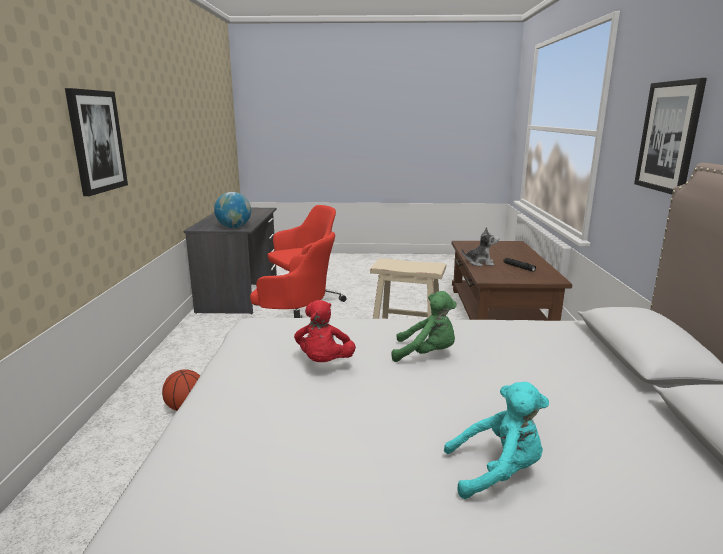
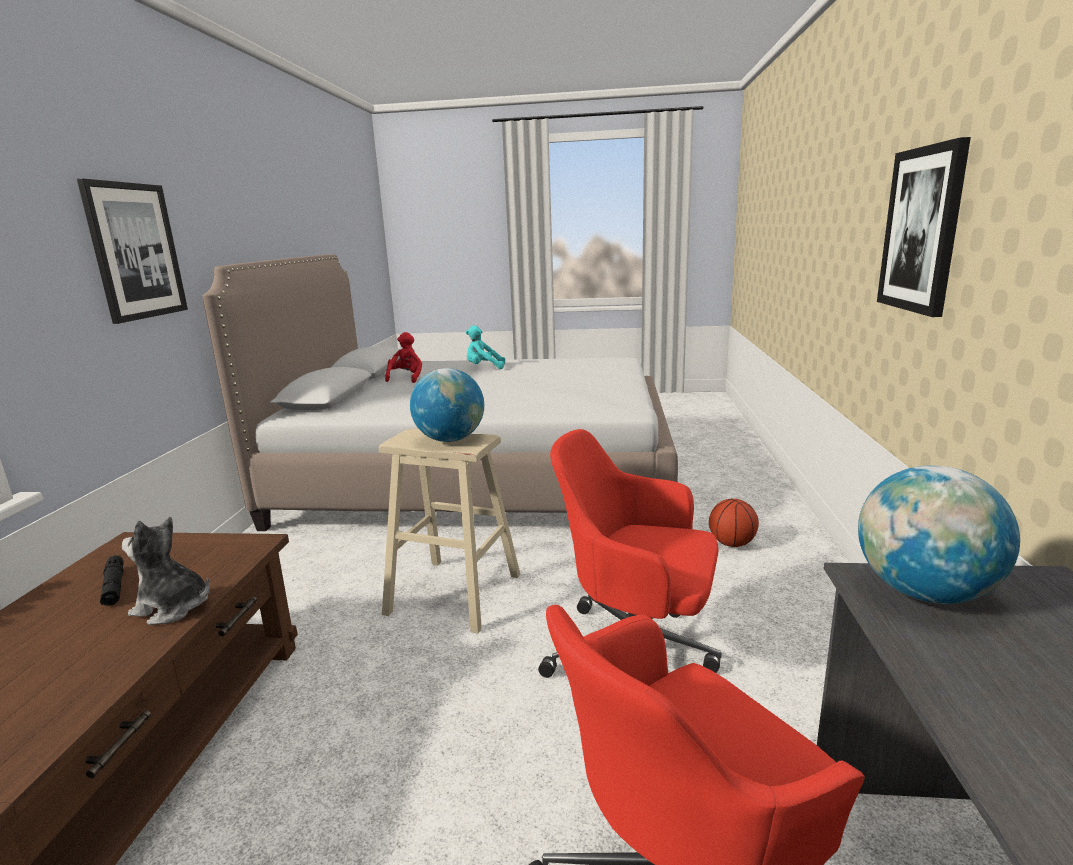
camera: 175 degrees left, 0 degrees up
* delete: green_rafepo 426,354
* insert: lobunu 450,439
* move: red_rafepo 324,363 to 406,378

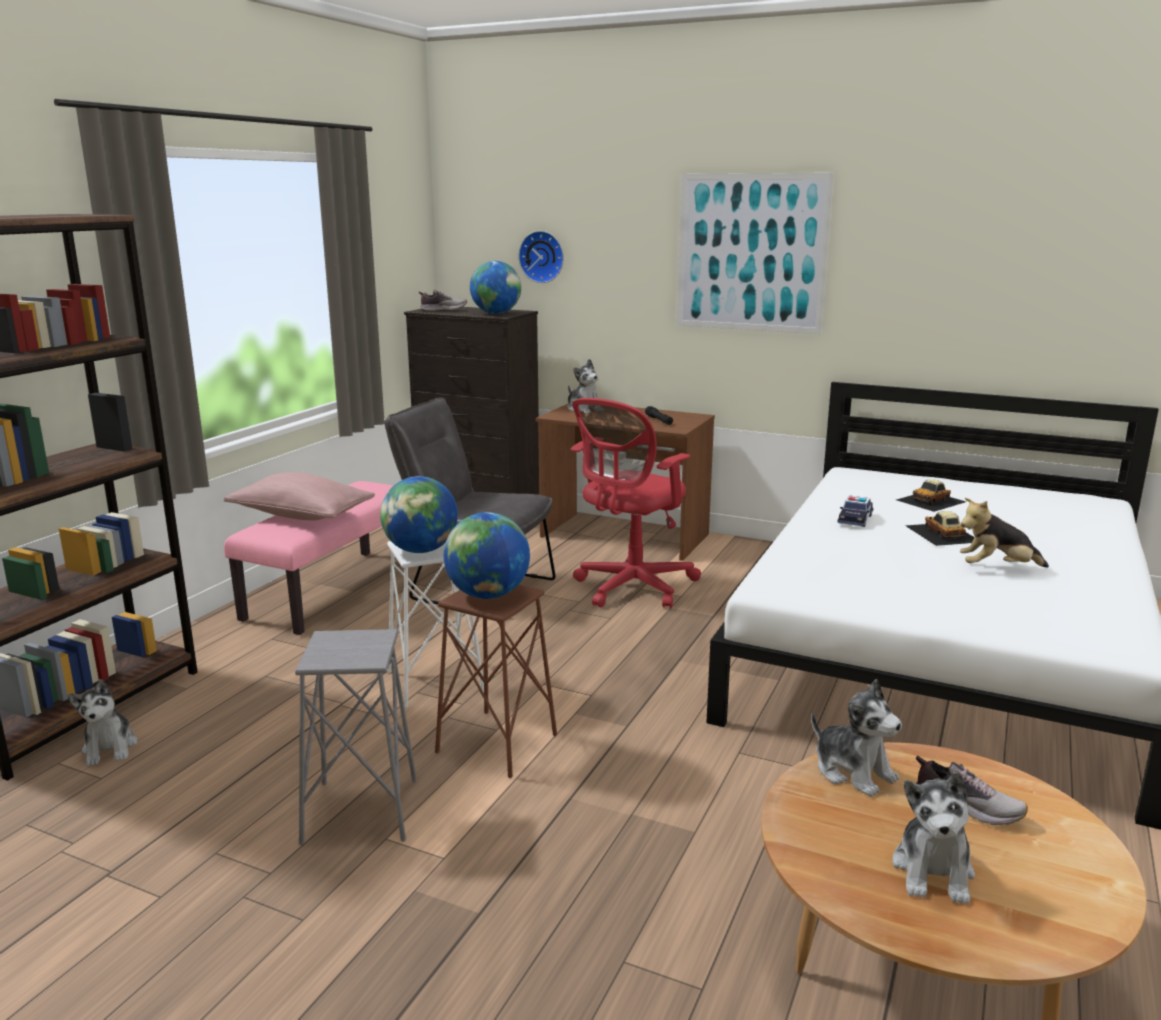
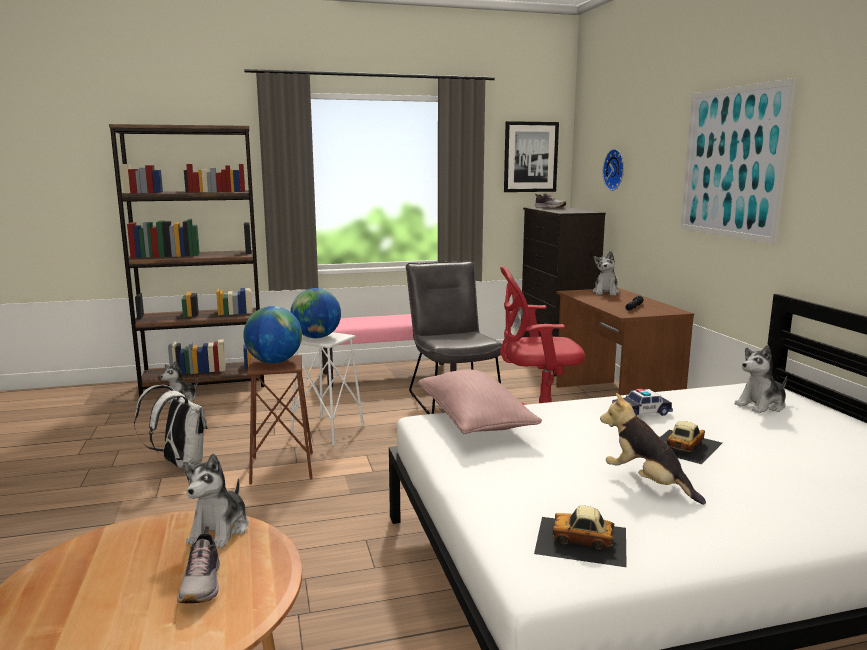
camera: 50 degrees right, 5 degrees down
* delete: lobunu 496,313
* insert: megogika 530,157
* move: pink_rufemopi 301,516 to 474,421
* move: rafepo 933,871 to 761,405
* move: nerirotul 931,500 to 582,540
* replace: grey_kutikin 361,811 to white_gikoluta 179,463

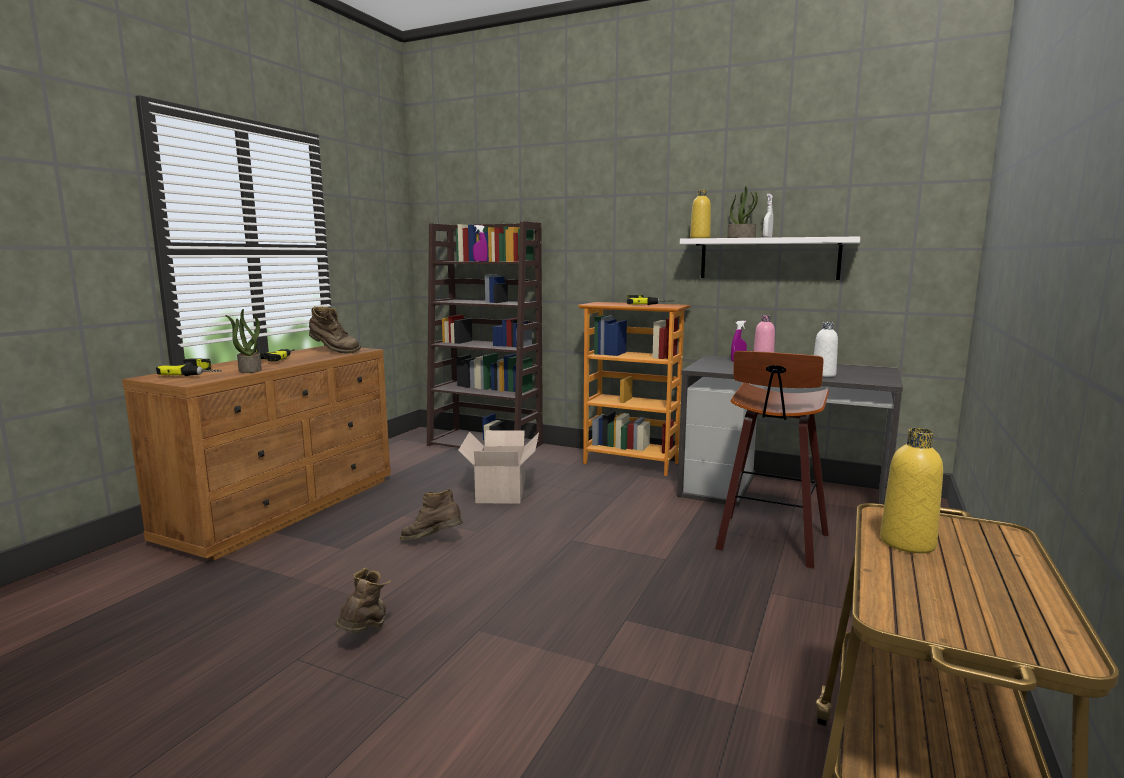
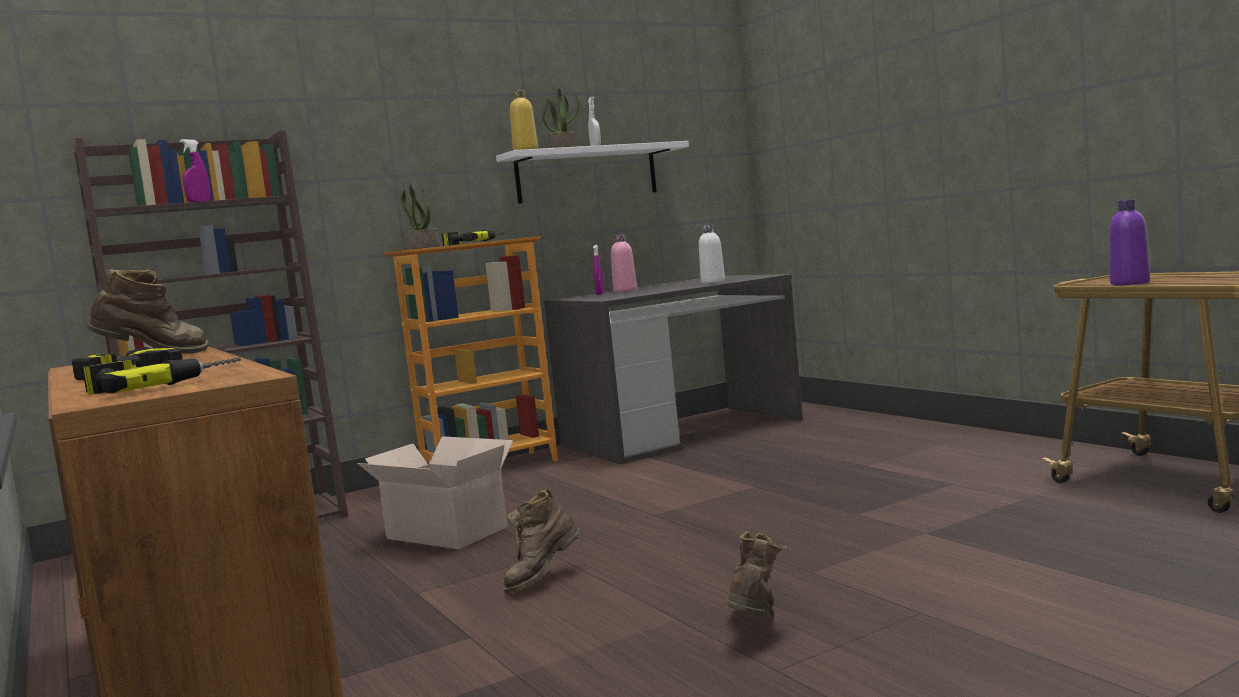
camera: 55 degrees left, 5 degrees down
* delete: kutikin 770,542
* move: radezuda 249,370 to 421,248
* recolor: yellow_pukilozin 907,543 to purple_pukilozin 1130,283
* rotate: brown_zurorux 366,633 = 754,628 60 degrees clockwise

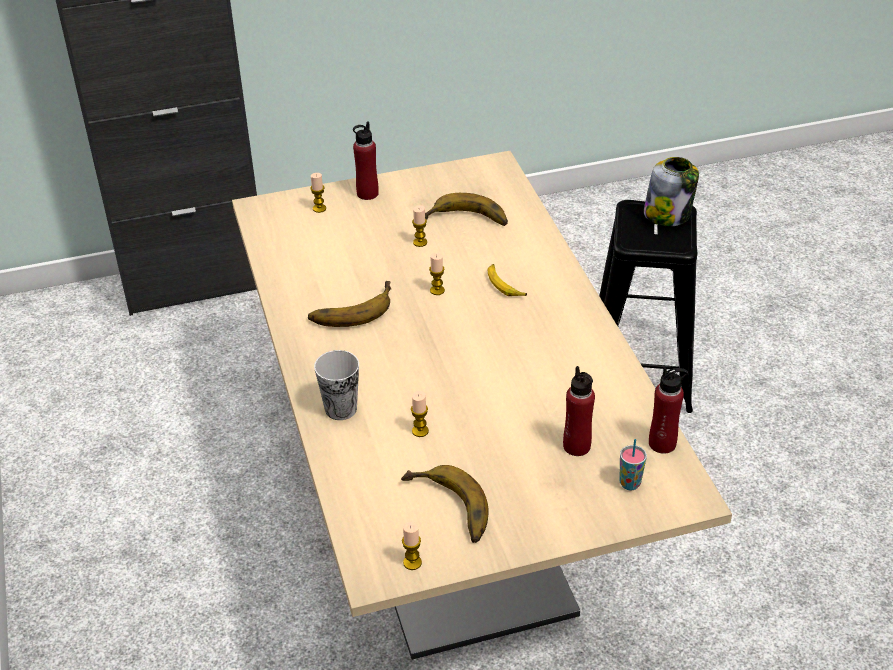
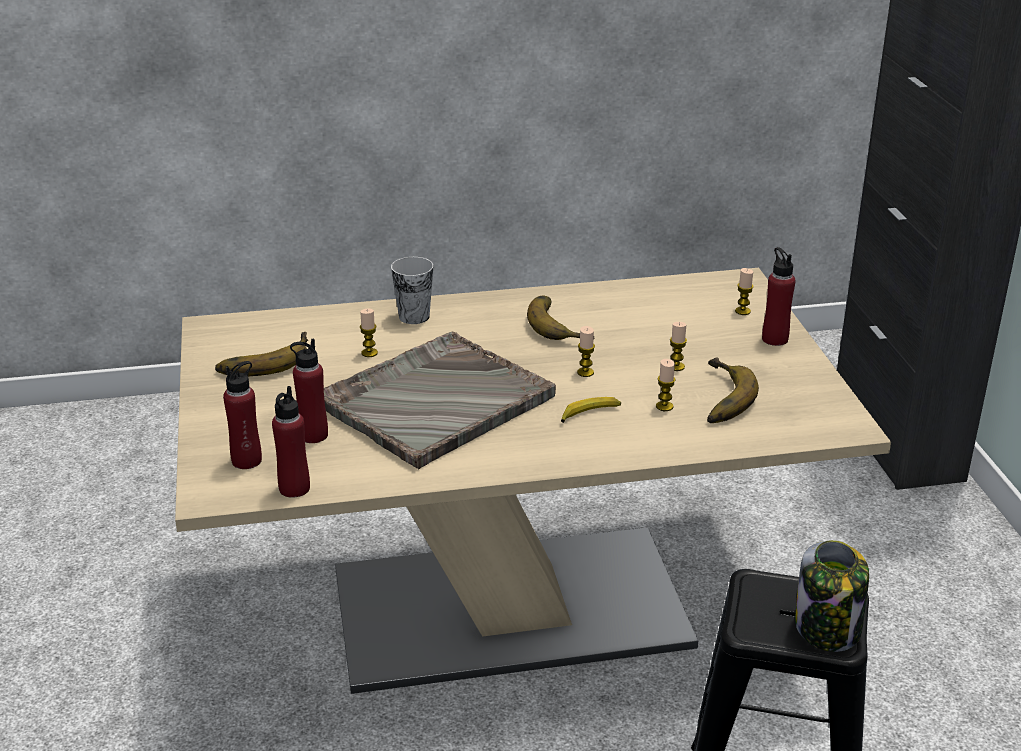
camera: 95 degrees right, 10 degrees down
* insert: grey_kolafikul 434,402
* move: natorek 412,562 to 664,406
* replace: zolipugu 630,484 to red_pukilozin 247,460

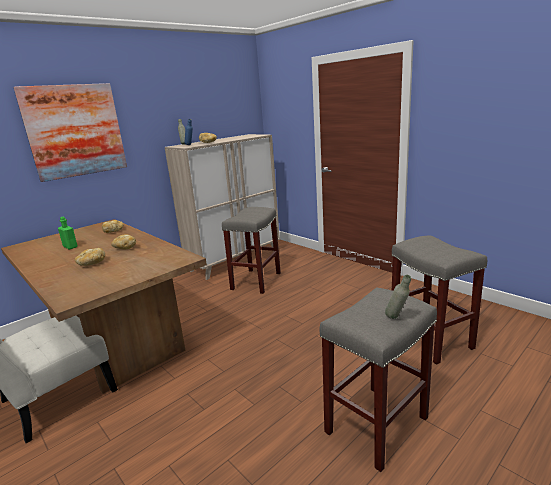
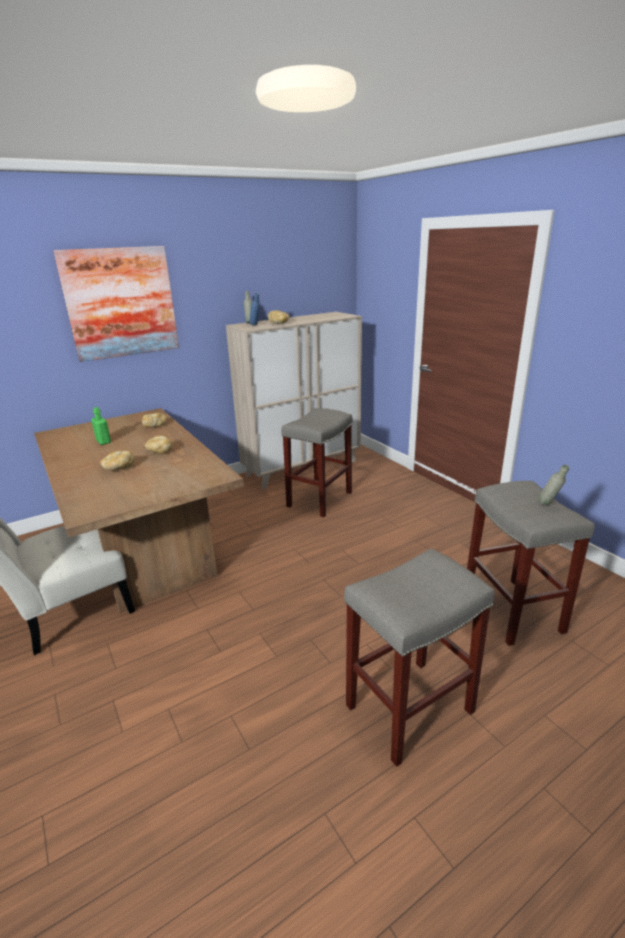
camera: 10 degrees right, 5 degrees up
* move: grey_pukilozin 397,319 to 549,505

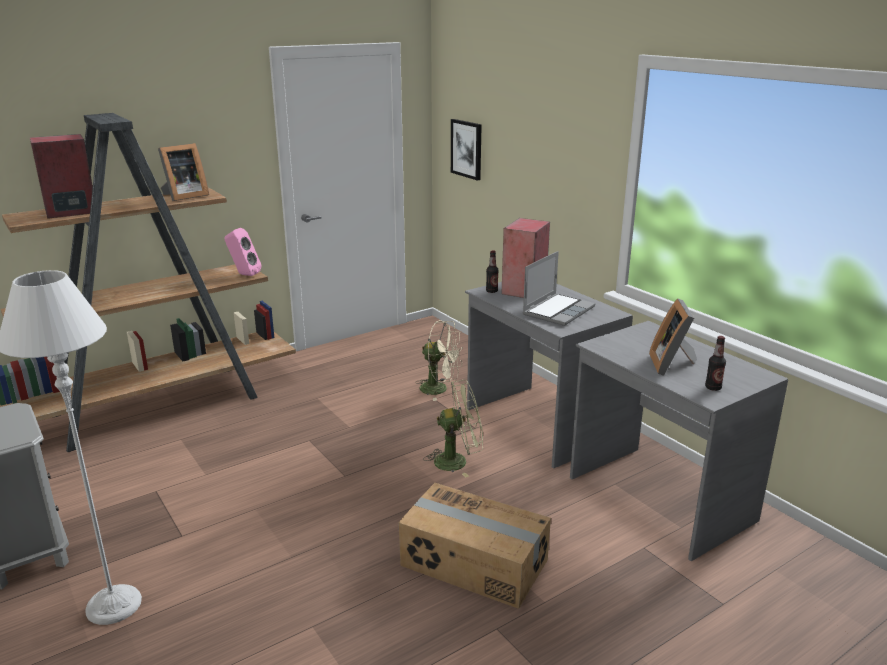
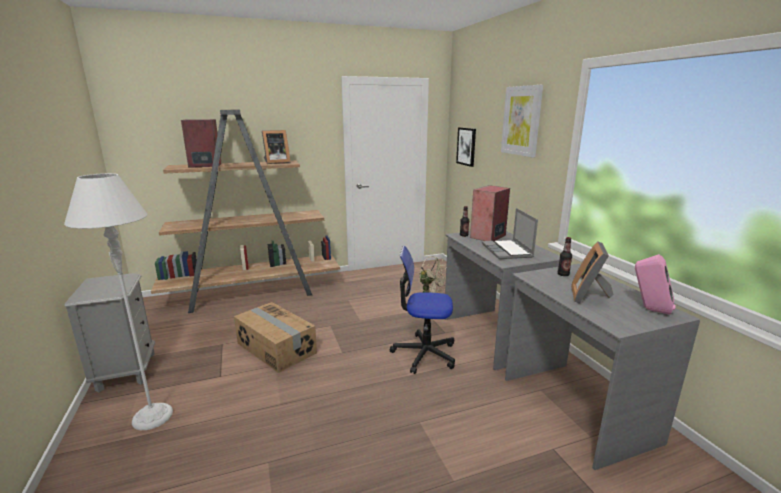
camera: 15 degrees right, 5 degrees down
* insert: megogika 521,121
* move: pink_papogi 244,274 to 649,309
* move: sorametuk 474,563 to 276,348
* move: pukilozin 713,387 to 563,274
* replace: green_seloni 457,461 to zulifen 424,354
* rotate: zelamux 558,310 = 507,251 120 degrees clockwise

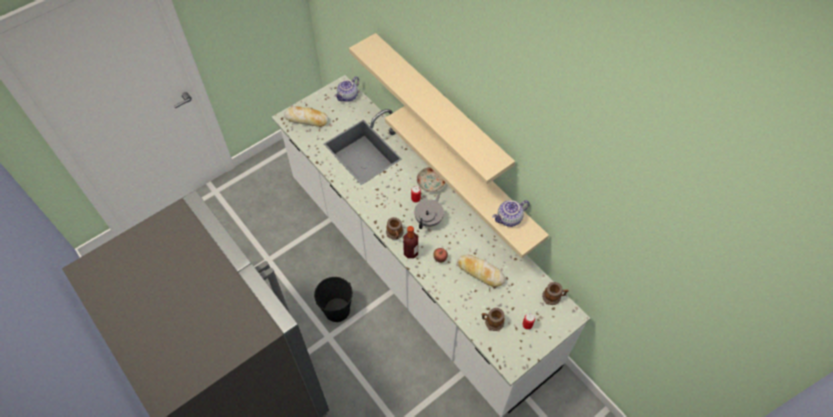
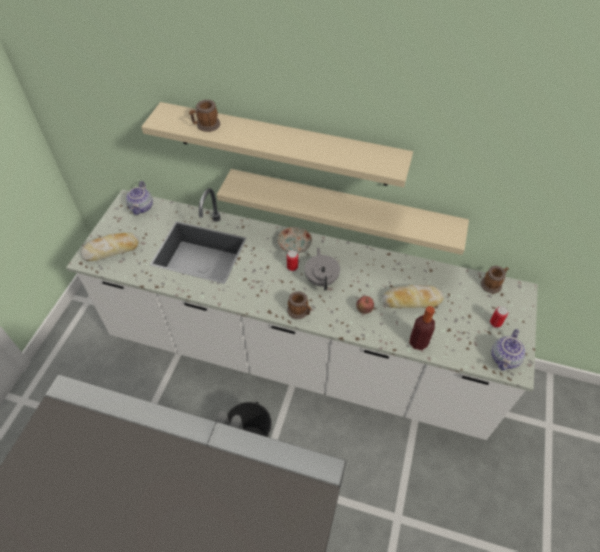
camera: 35 degrees left, 5 degrees down
* move: pukilozin 411,252 to 418,342
* move: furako 492,322 to 206,125
* move: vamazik 509,219 to 505,359

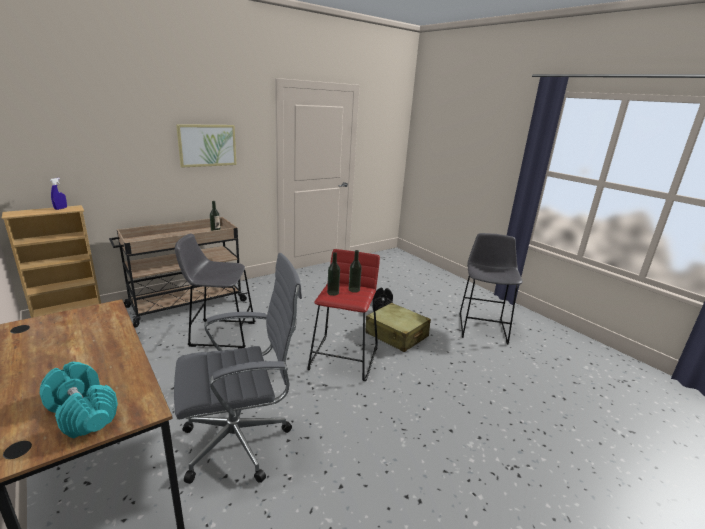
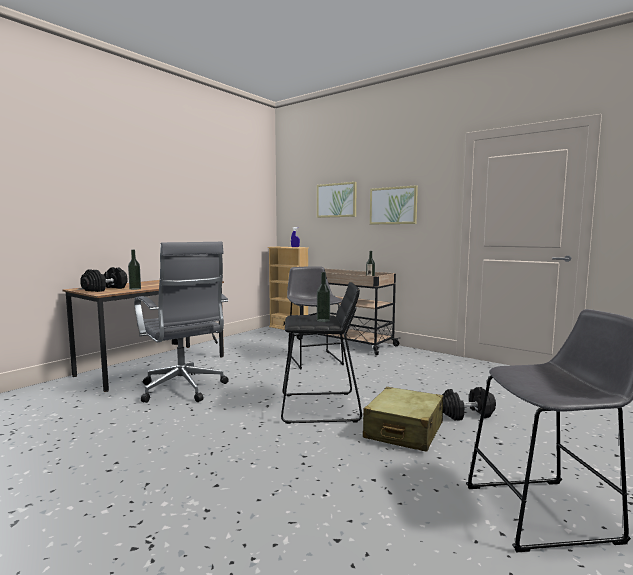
camera: 75 degrees right, 15 degrees down
* insert: megogika 336,200
* move: pukilozin 333,293 to 135,289
* recolor: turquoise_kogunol 83,412 to black_kogunol 105,289
* recolor: red_kutikin 344,358 to black_kutikin 319,408

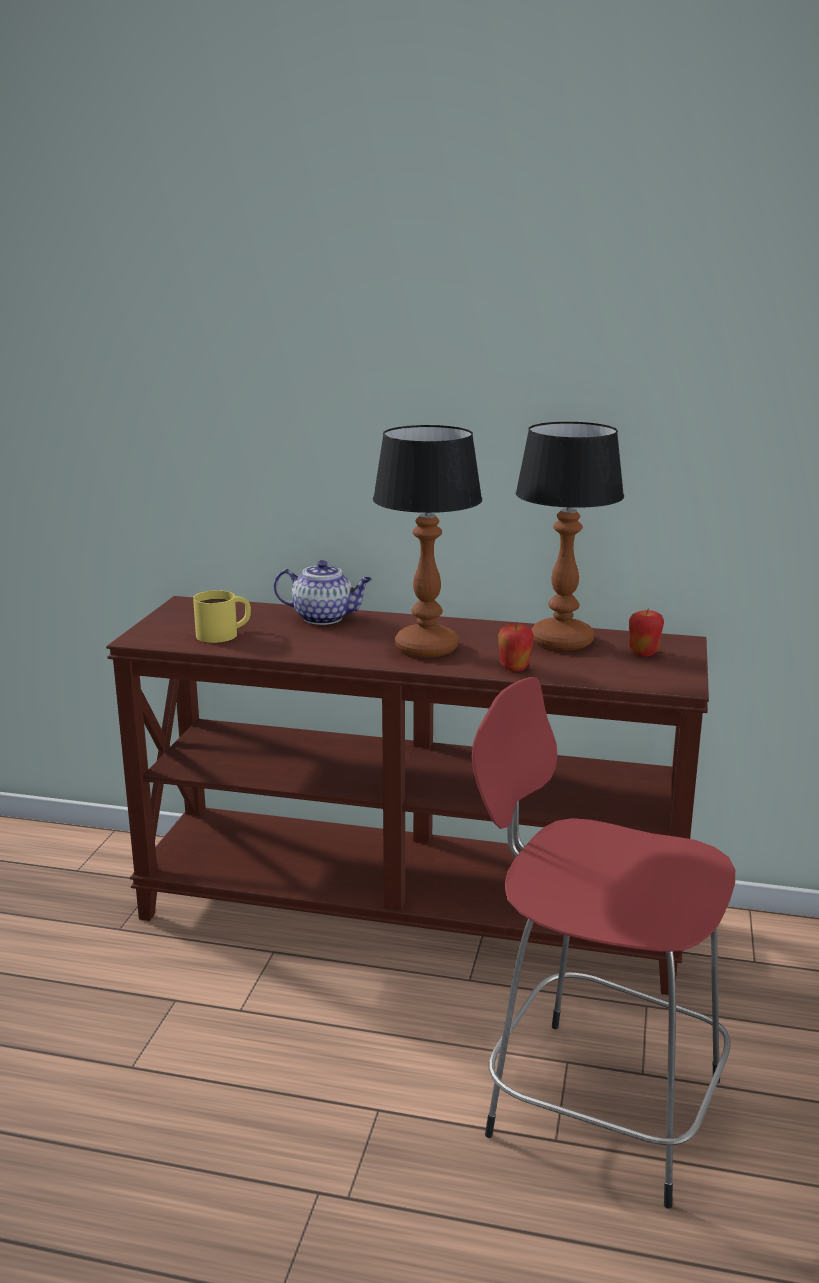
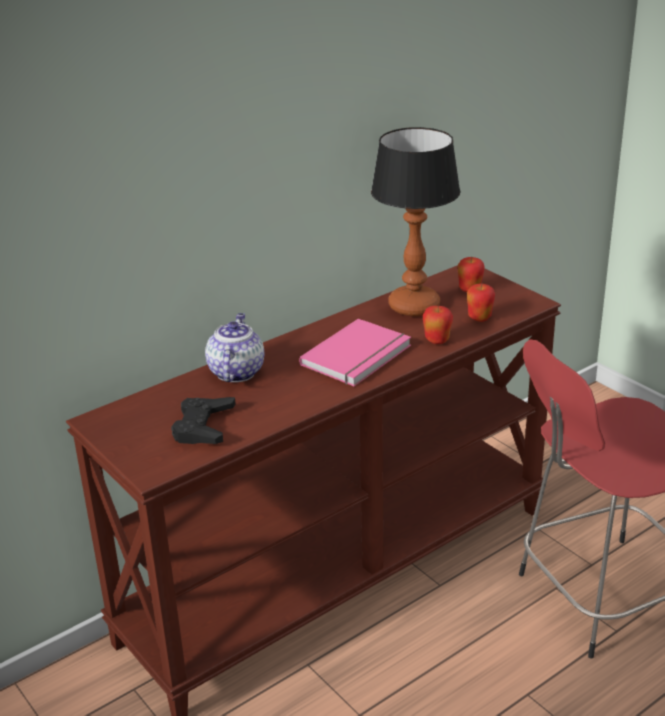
camera: 50 degrees left, 10 degrees up
* insert: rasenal 479,318
* replace: yellow_furako 224,633 to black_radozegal 203,426
* replace: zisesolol 427,648 to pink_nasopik 359,356
* rotate: vamazik 325,618 = 236,371 45 degrees counterclockwise

